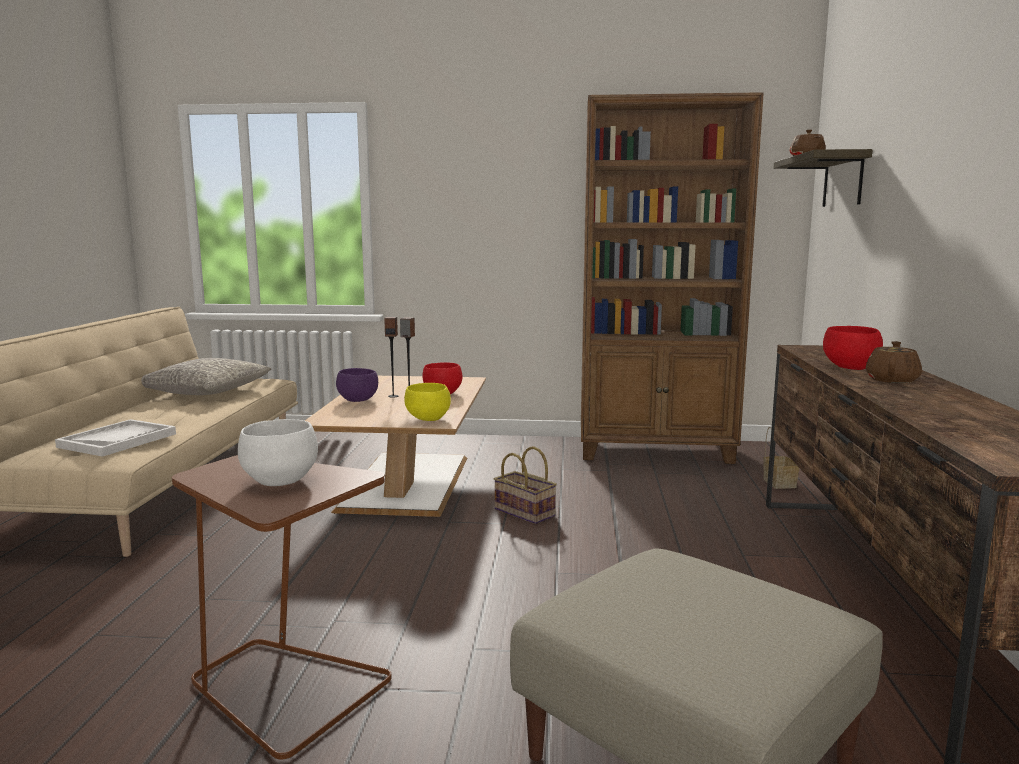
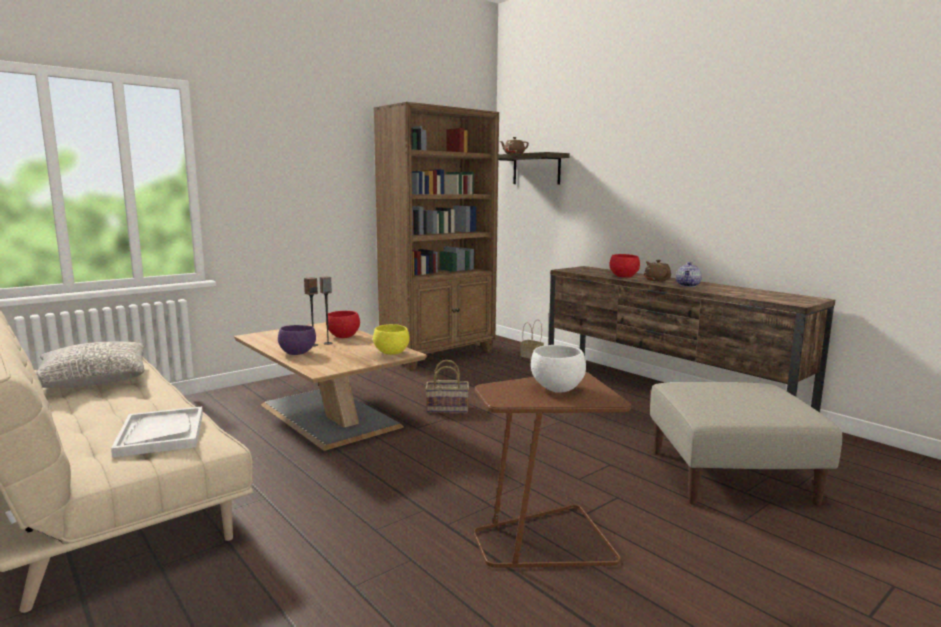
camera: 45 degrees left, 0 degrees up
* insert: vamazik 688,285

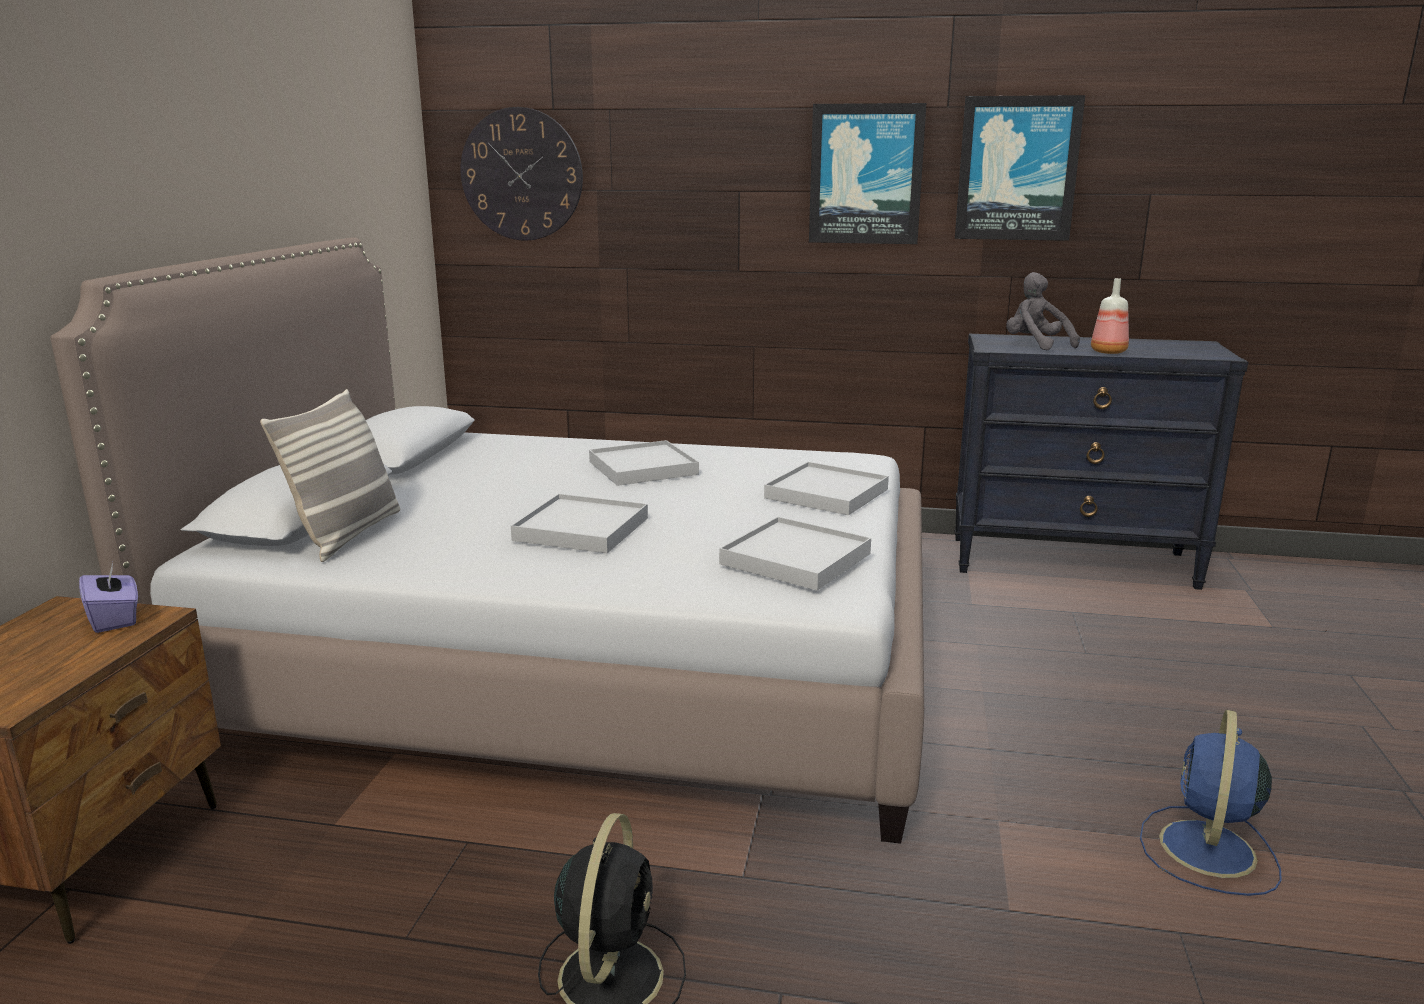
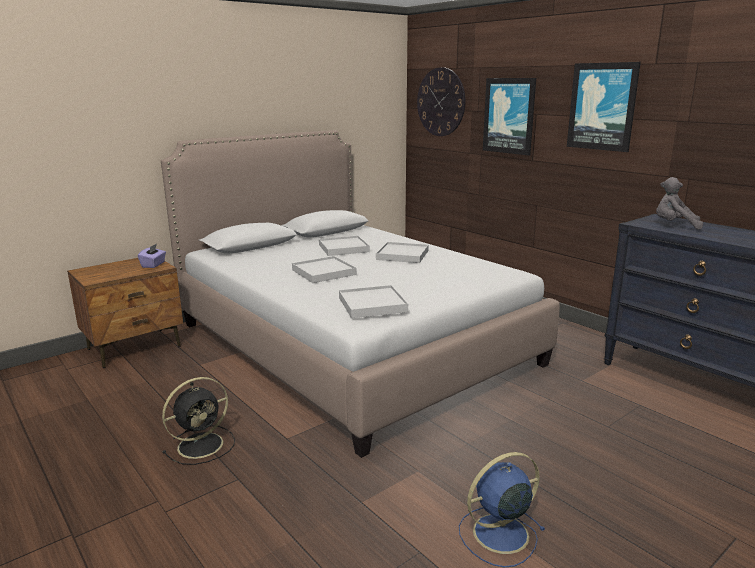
camera: 40 degrees right, 0 degrees up
* delete: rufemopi 347,535
* delete: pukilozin 1109,352
* move: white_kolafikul 826,494 to 343,248
* move: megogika 1017,169 to 509,116
* rotate: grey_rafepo 1035,345 = 674,226 75 degrees counterclockwise

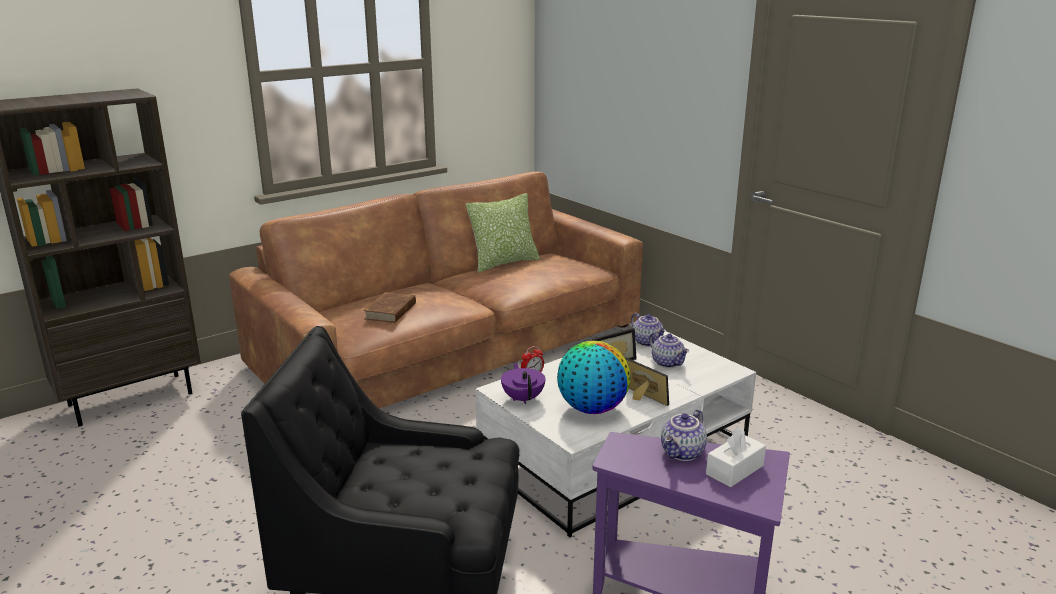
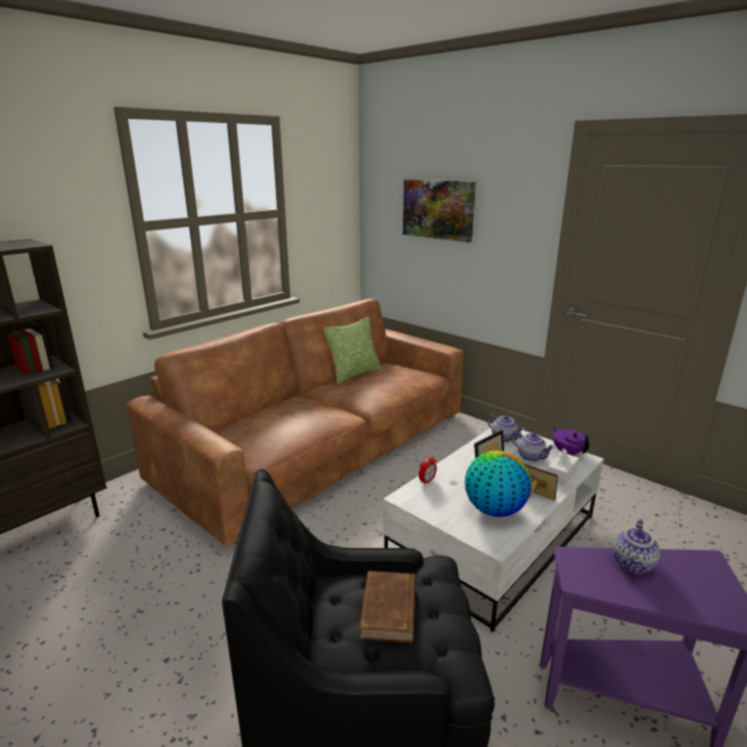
camera: 10 degrees left, 0 degrees up
* insert: megogika 438,209
* move: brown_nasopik 391,311 to 389,609
* move: purple_vamazik 523,398 to 568,452
* move: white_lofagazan 734,470 to 561,475

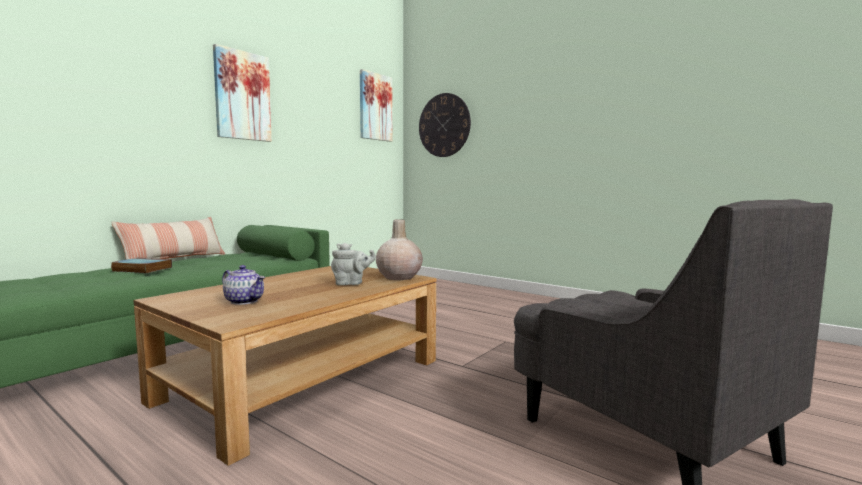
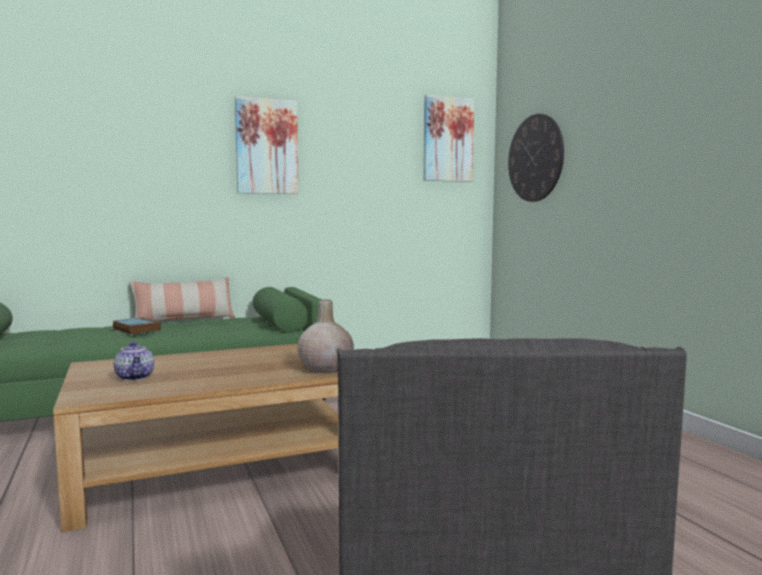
camera: 30 degrees right, 0 degrees up
* delete: grey_vamazik 351,283

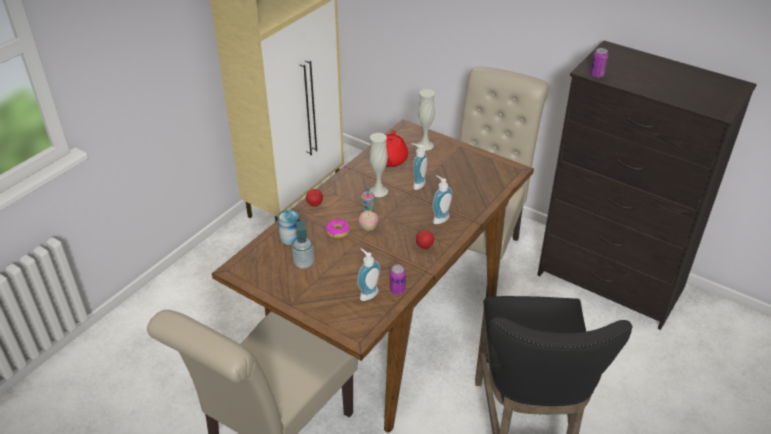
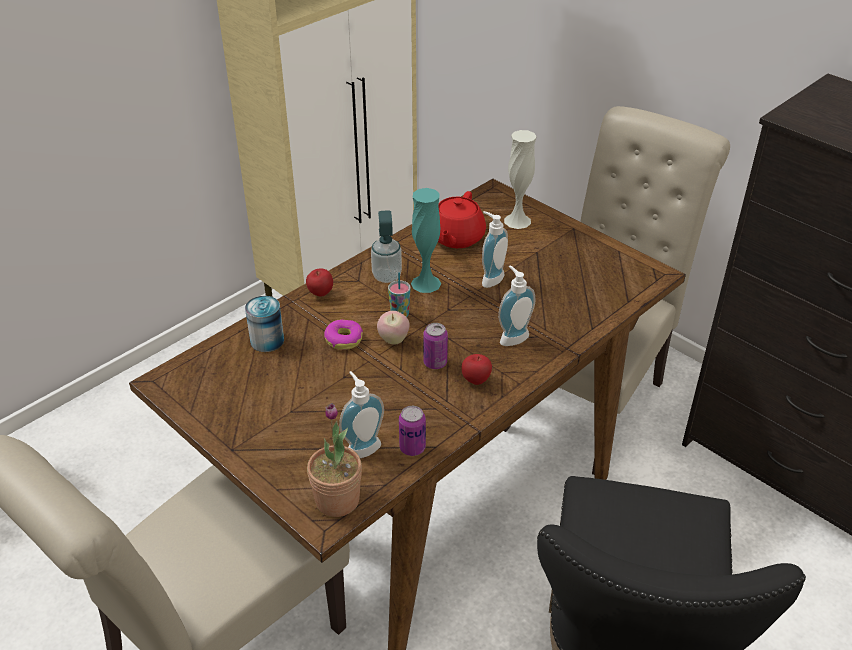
camera: 10 degrees right, 0 degrees up
* insert: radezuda 337,500
* move: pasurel 304,263 to 387,276
* move: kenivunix 597,75 to 435,363
* recolor: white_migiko 378,191 to turquoise_migiko 426,283

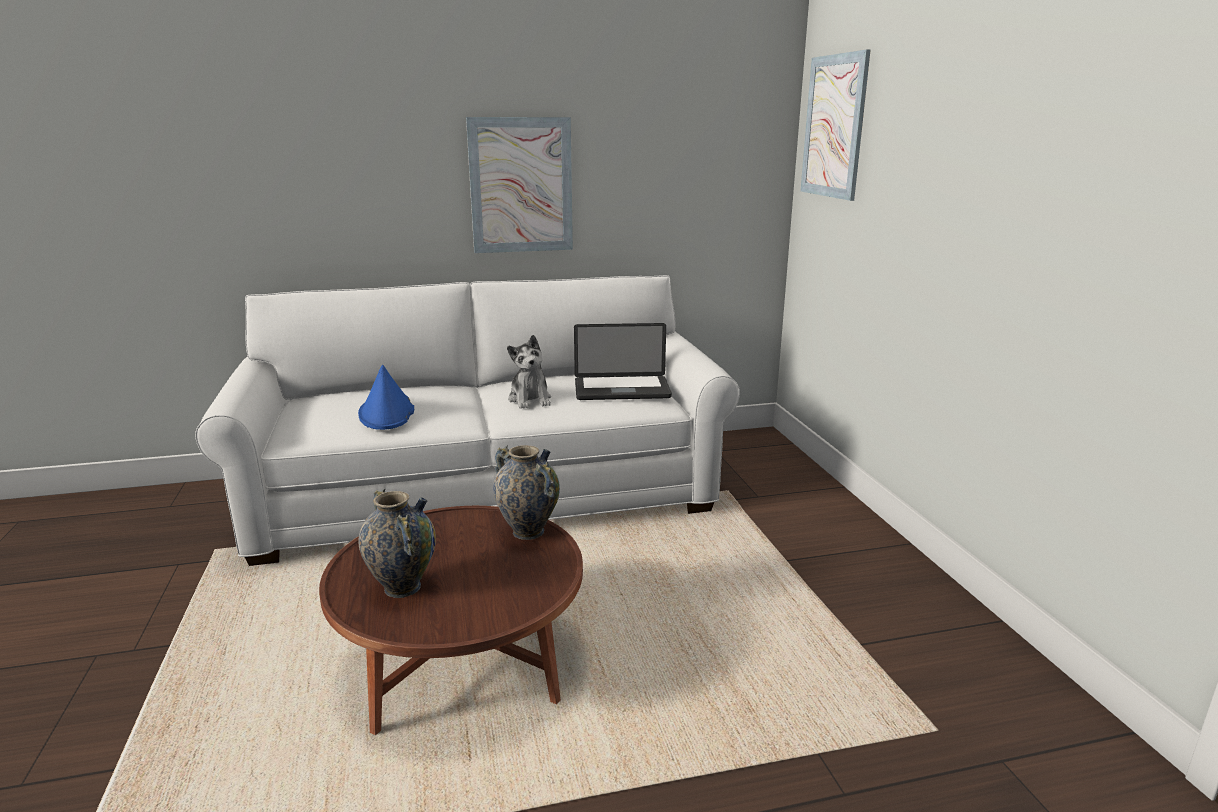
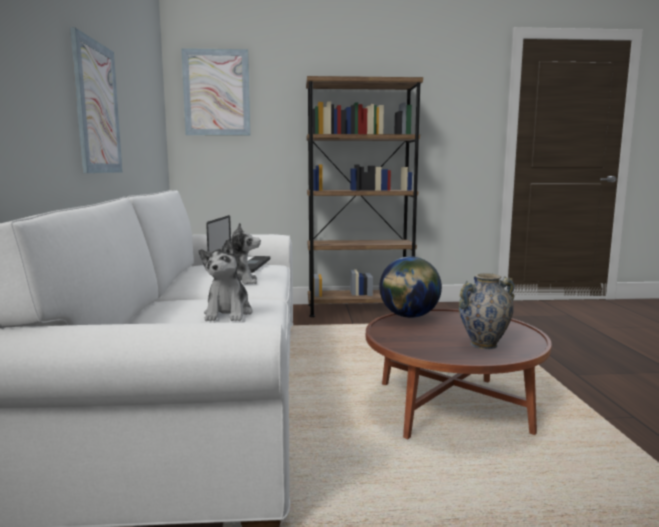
camera: 80 degrees left, 10 degrees down
* insert: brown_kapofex 359,309
* replace: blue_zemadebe 387,413 to rafepo 228,314
* replace: migiko 528,531 to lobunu 409,316

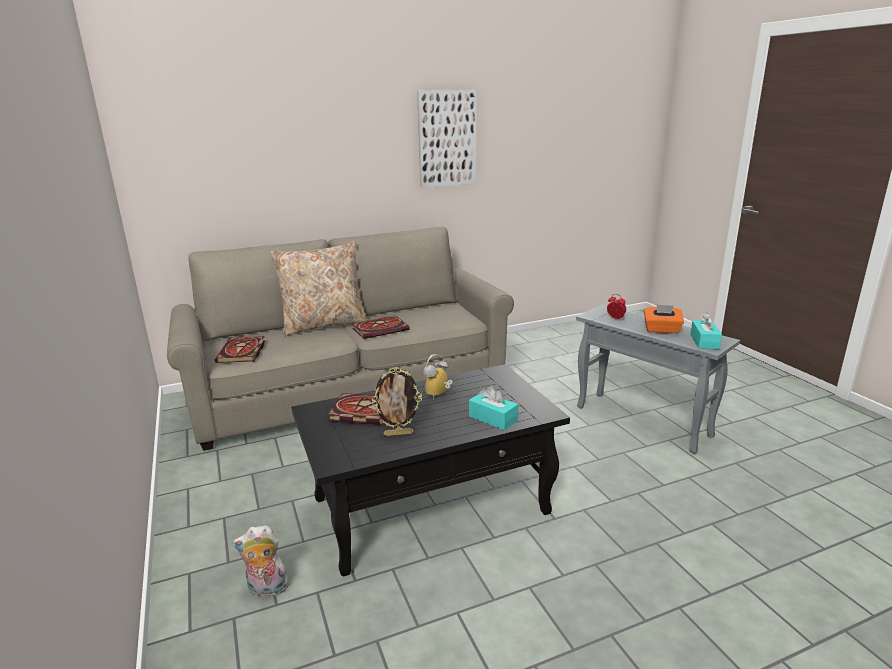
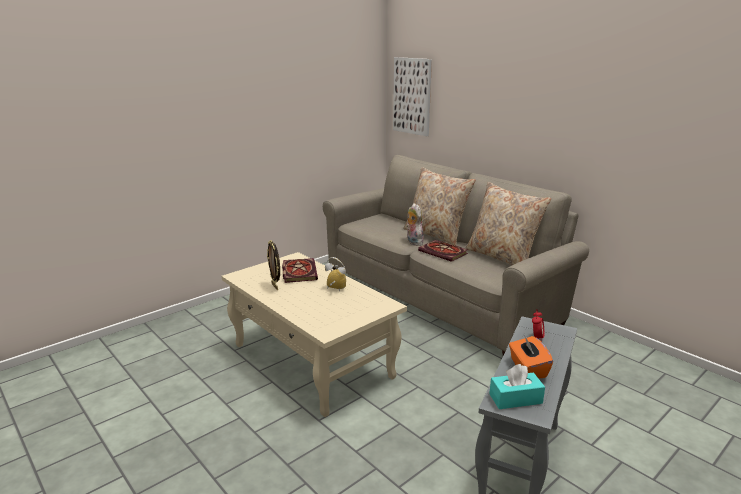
camera: 70 degrees right, 0 degrees up
* delete: nasopik 242,352
* delete: turquoise_lofagazan 493,418
* insert: beige_rufemopi 502,257
* move: rafepo 266,589 to 413,242
* move: megogika 447,139 to 412,96
* recolor: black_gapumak 432,505 to beige_gapumak 313,361

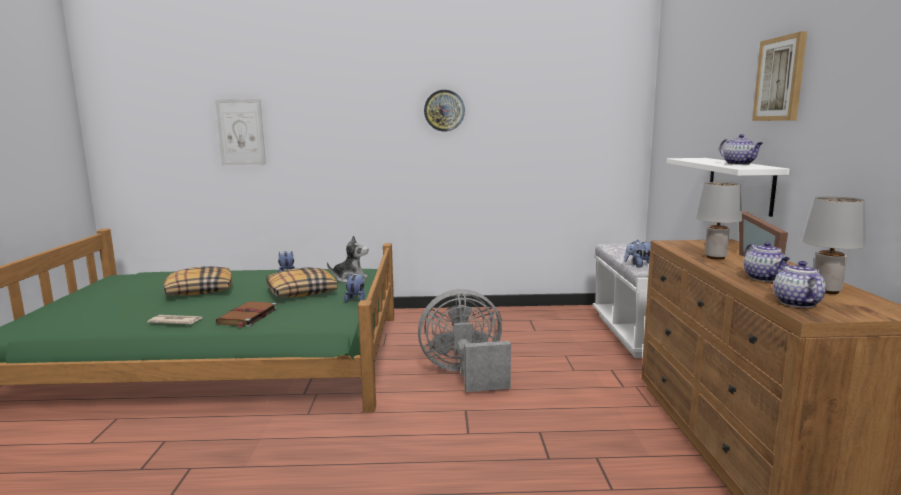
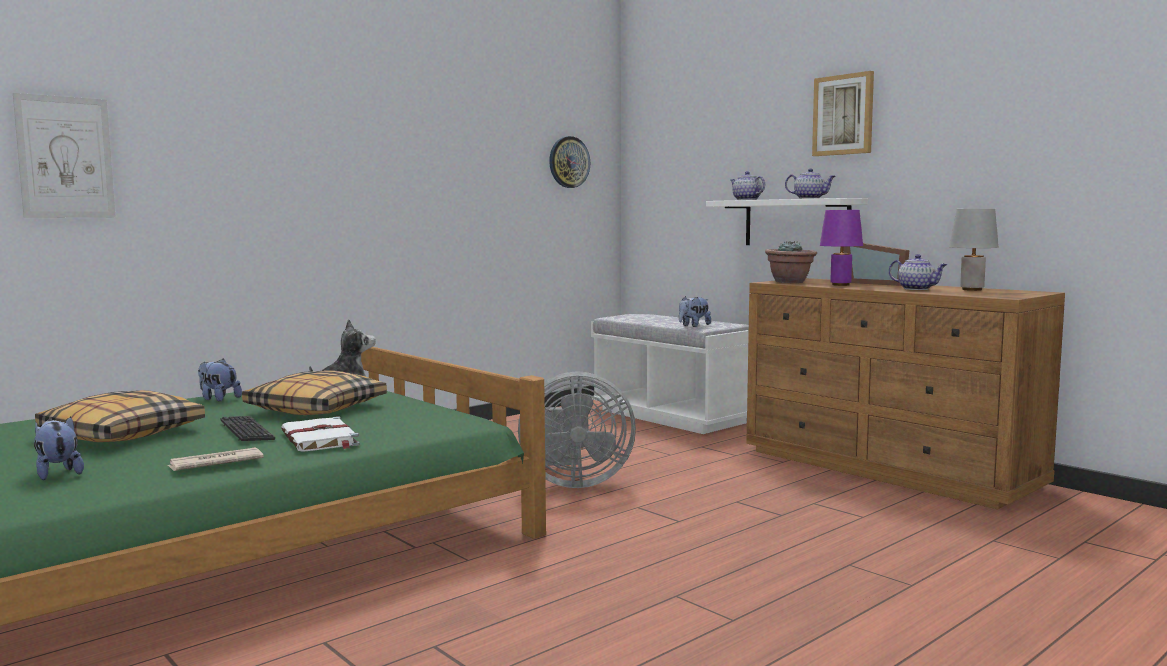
camera: 40 degrees left, 5 degrees down
* insert: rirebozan 246,431
* insert: radezuda 790,282
* move: rafepo 356,299 to 58,473
* move: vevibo 444,110 to 568,162
* move: vamazik 796,303 to 746,200
* recolor: brown_nasopik 247,316 to white_nasopik 320,439
* recolor: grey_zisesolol 714,257 to purple_zisesolol 840,285
* rotate: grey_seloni 465,374 = 572,482 135 degrees counterclockwise

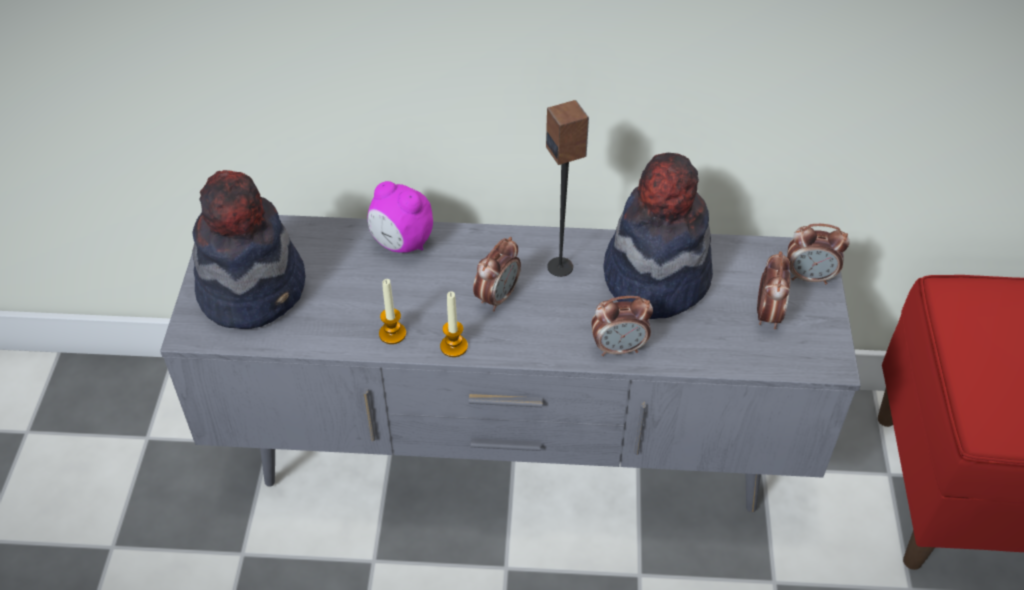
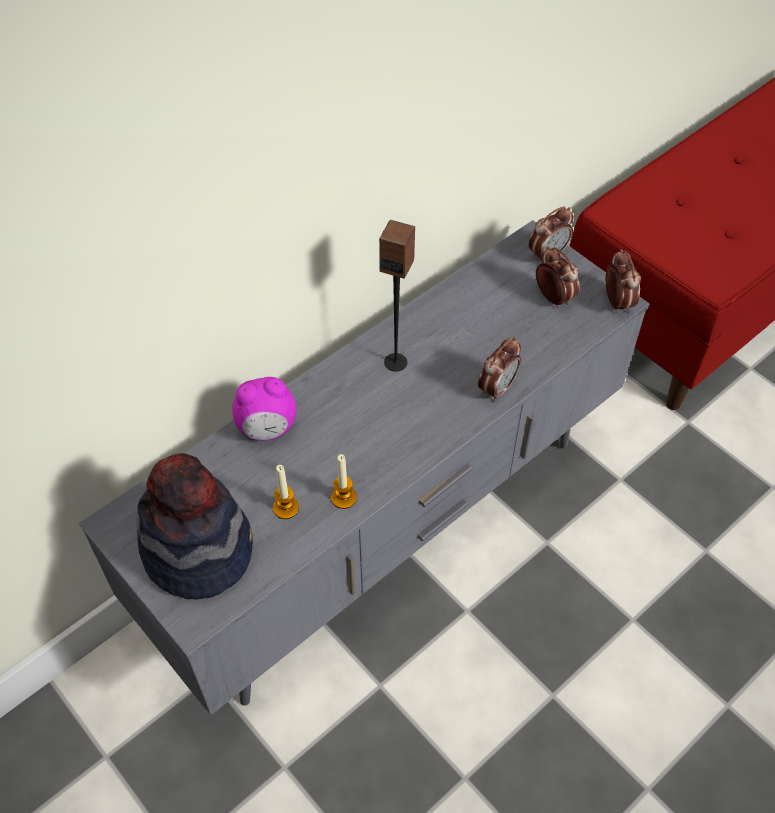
camera: 45 degrees left, 5 degrees up
* delete: zemadebe 655,277
* move: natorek 454,346 to 286,508
* move: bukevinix 497,297 to 617,302

